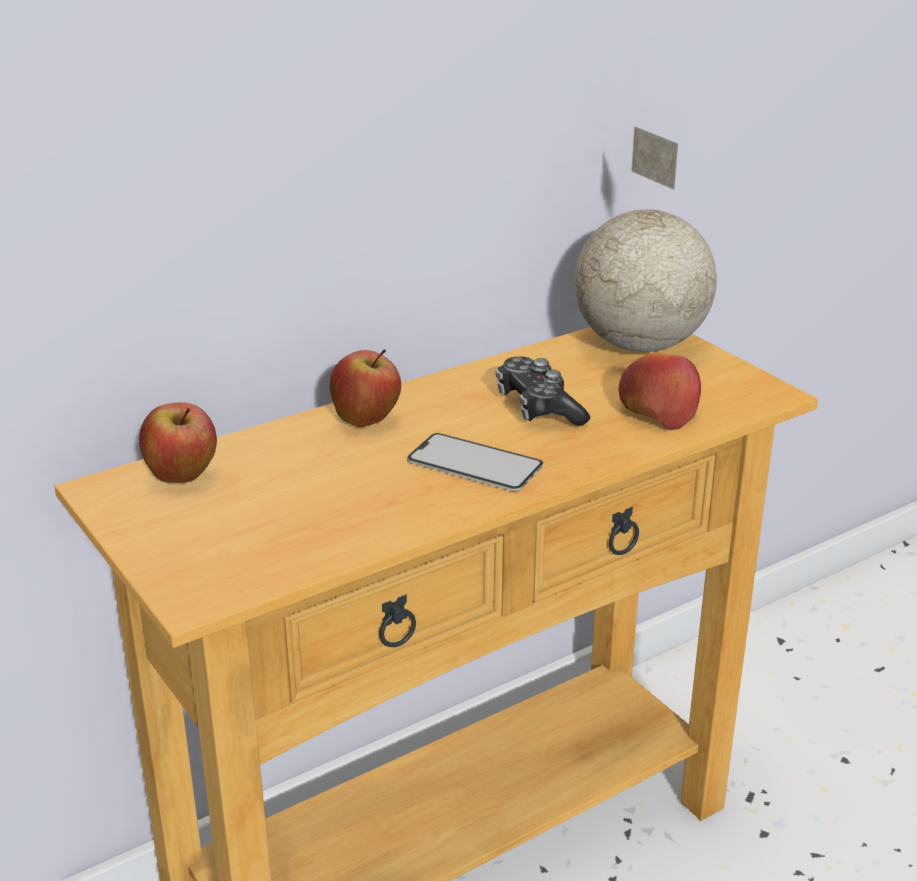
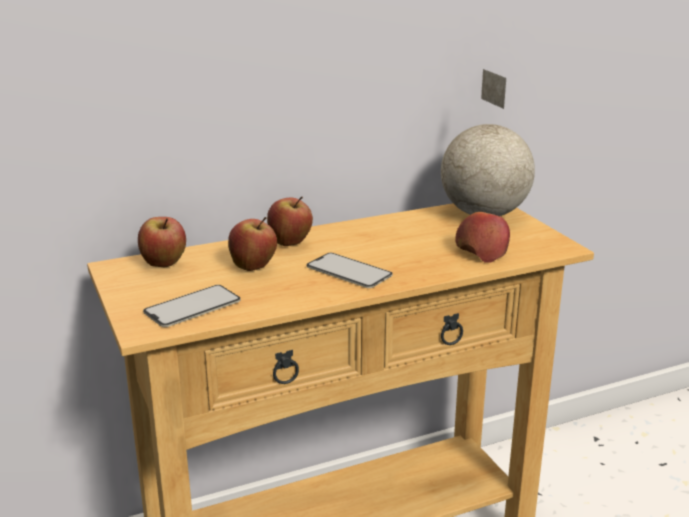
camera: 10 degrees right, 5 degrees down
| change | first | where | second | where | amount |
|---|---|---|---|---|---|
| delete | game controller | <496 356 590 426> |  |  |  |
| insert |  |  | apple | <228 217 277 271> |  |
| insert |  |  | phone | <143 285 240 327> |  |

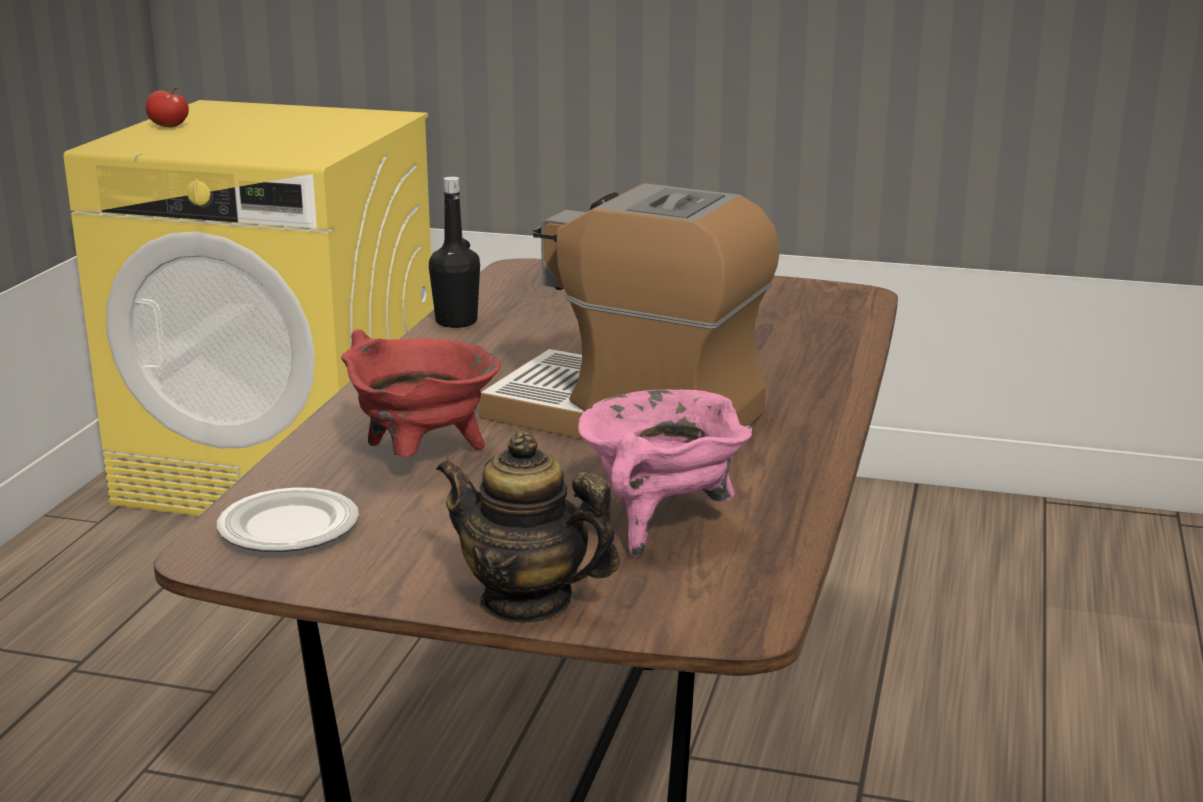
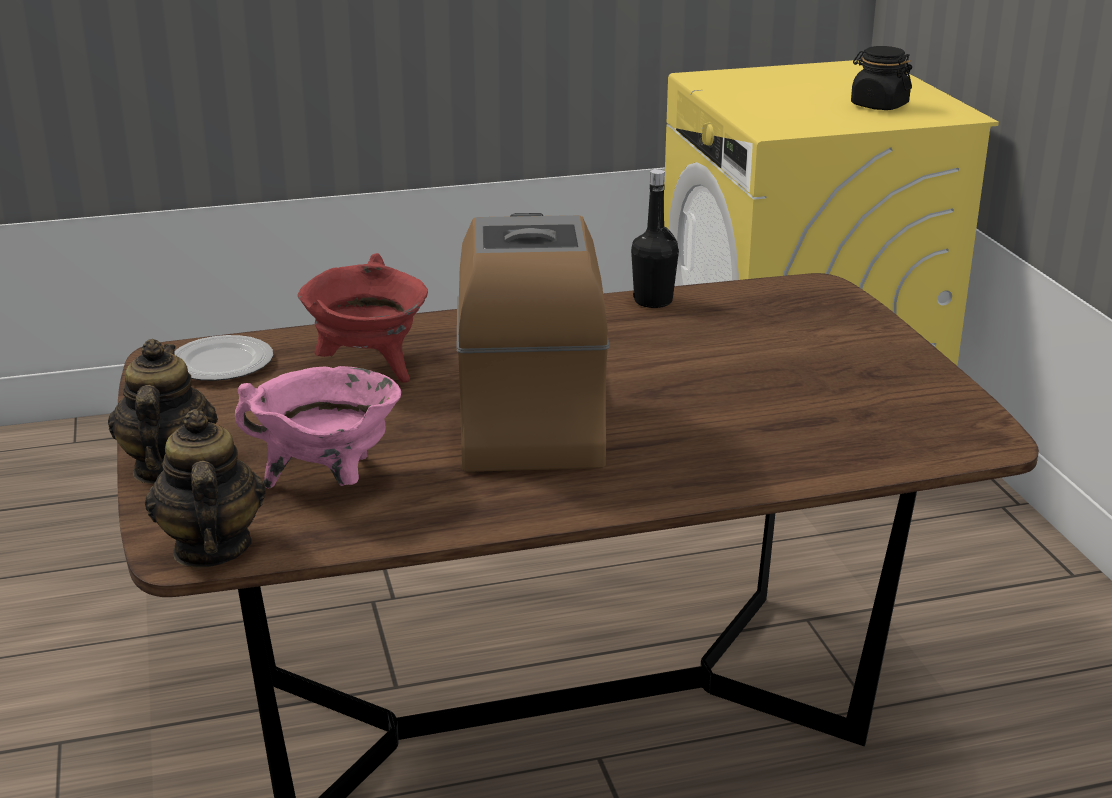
camera: 60 degrees right, 5 degrees up
| change | first | where | second | where | amount |
|---|---|---|---|---|---|
| delete | apple | <146 88 189 128> |  |  |  |
| insert |  |  | jar in black | <851 46 912 110> |  |
| insert |  |  | teapot | <145 409 266 568> |  |

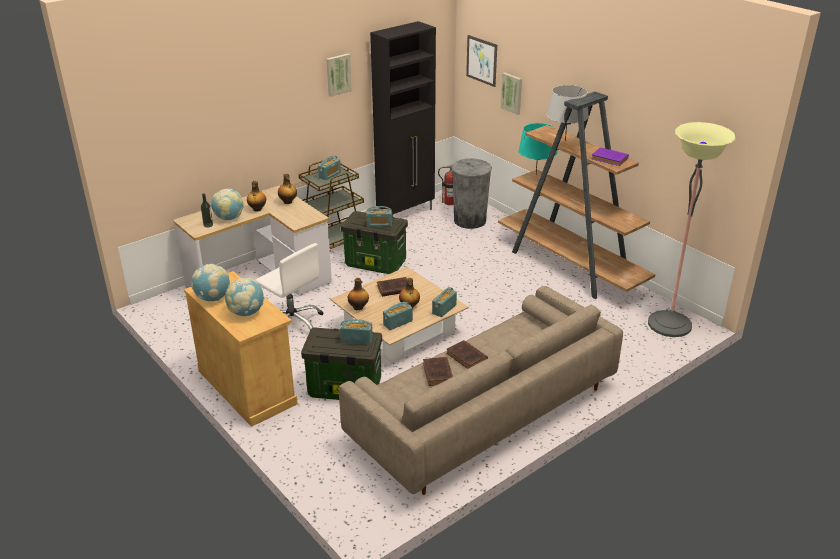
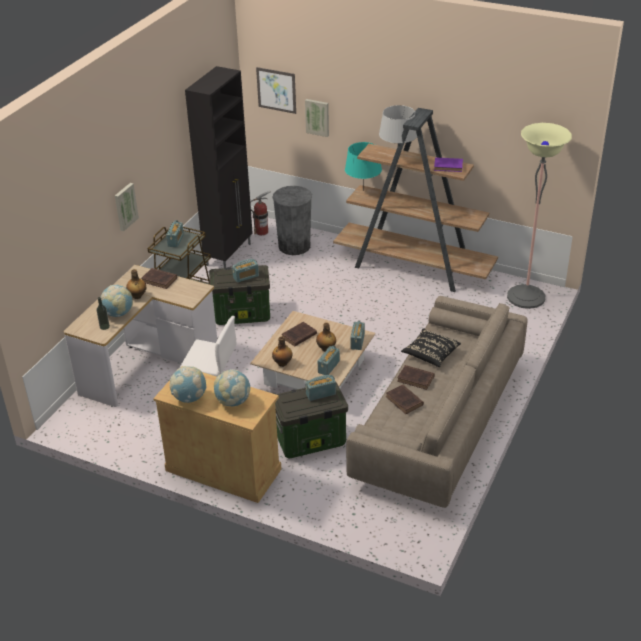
camera: 25 degrees left, 5 degrees up
| change | first | where | second | where | amount |
|---|---|---|---|---|---|
| move | picture | <326 54 352 97> |  | <115 183 139 231> |  |
| replace | bottle | <278 173 297 204> | book in brown | <141 268 177 289> |  |
| insert |  |  | pillow in black | <401 328 461 367> |  |

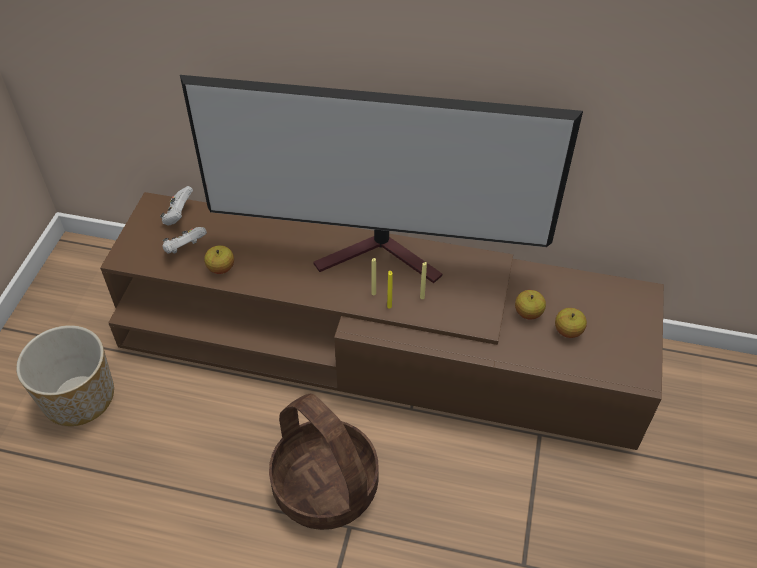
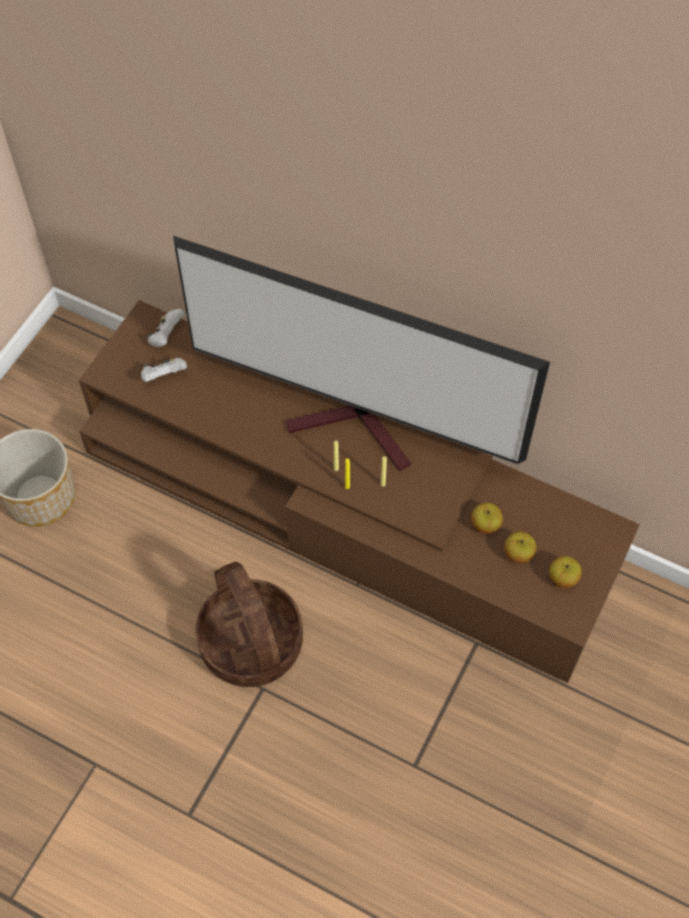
camera: 15 degrees right, 10 degrees up
| change | first | where | second | where | amount |
|---|---|---|---|---|---|
| move | apple | <204 245 234 274> |  | <549 556 582 588> |  |

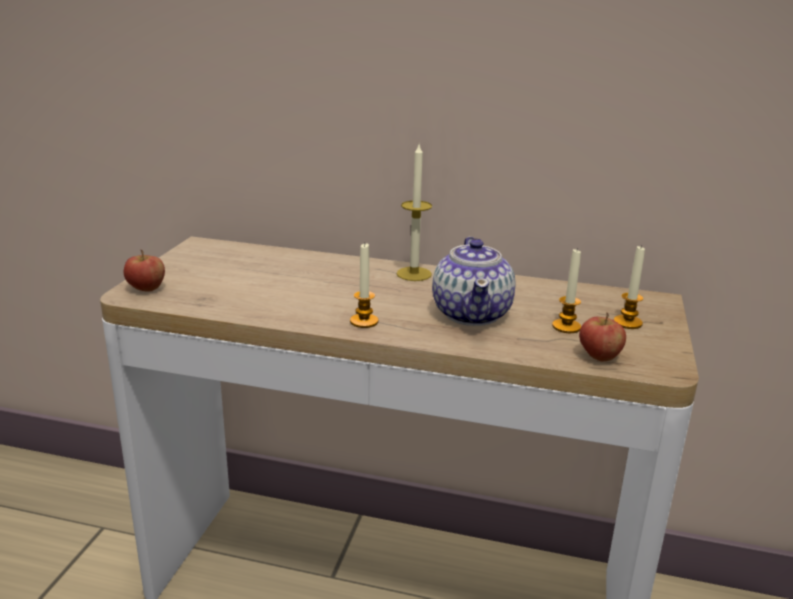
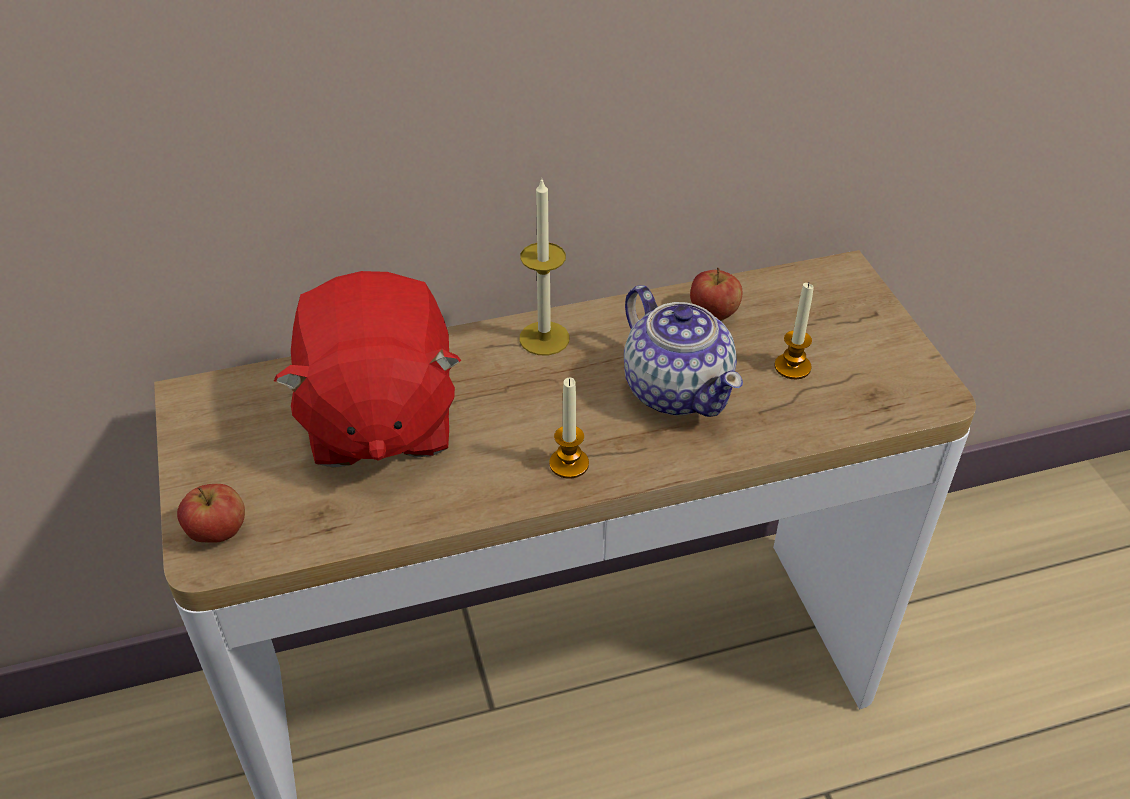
camera: 30 degrees left, 20 degrees up
| change | first | where | second | where | amount |
|---|---|---|---|---|---|
| delete | candle | <614 245 645 329> |  |  |  |
| move | apple | <579 312 626 361> |  | <690 267 742 320> |  |
| insert |  |  | plush toy in red | <274 271 461 467> |  |

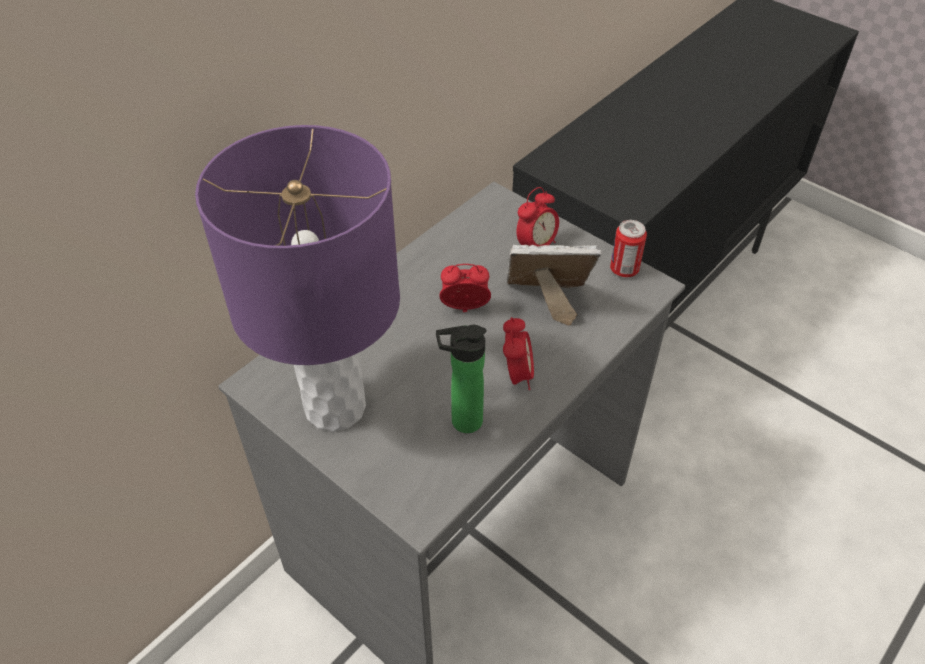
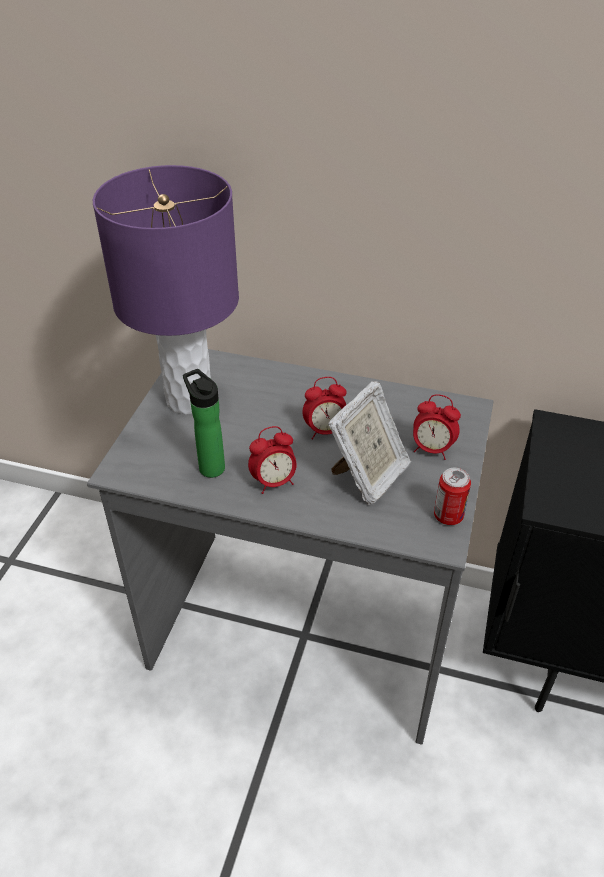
camera: 65 degrees right, 5 degrees down
| change | first | where | second | where | amount |
|---|---|---|---|---|---|
| rotate | picture frame | <507 245 602 326> |  | <328 381 411 505> | 60 degrees clockwise |
| rotate | alarm clock | <440 264 491 312> |  | <303 377 347 440> | 105 degrees clockwise |

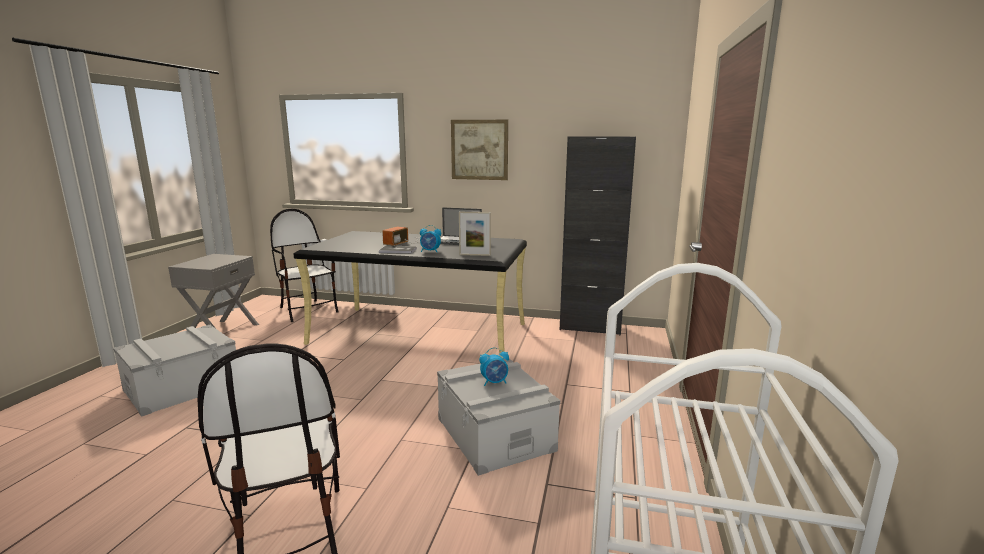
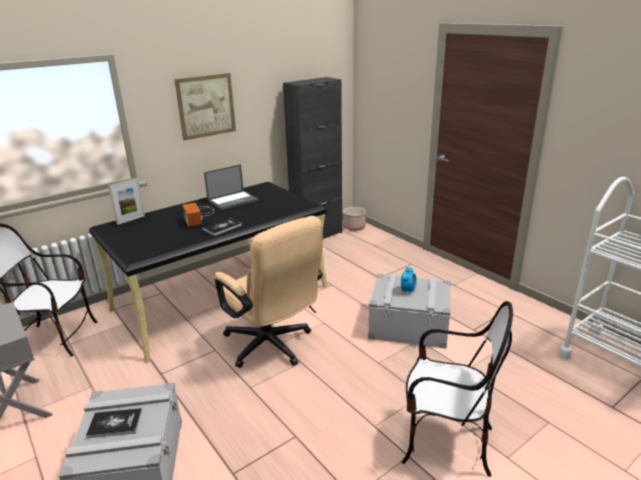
camera: 50 degrees left, 10 degrees up
| change | first | where | second | where | amount |
|---|---|---|---|---|---|
| move | picture frame | <459 212 491 256> |  | <109 178 145 225> |  |
| delete | alarm clock | <420 225 441 252> |  |  |  |
| insert |  |  | planter | <343 207 366 231> |  |
| insert |  |  | office chair in beige | <215 216 323 368> |  |
| insert |  |  | book | <86 408 142 438> |  |

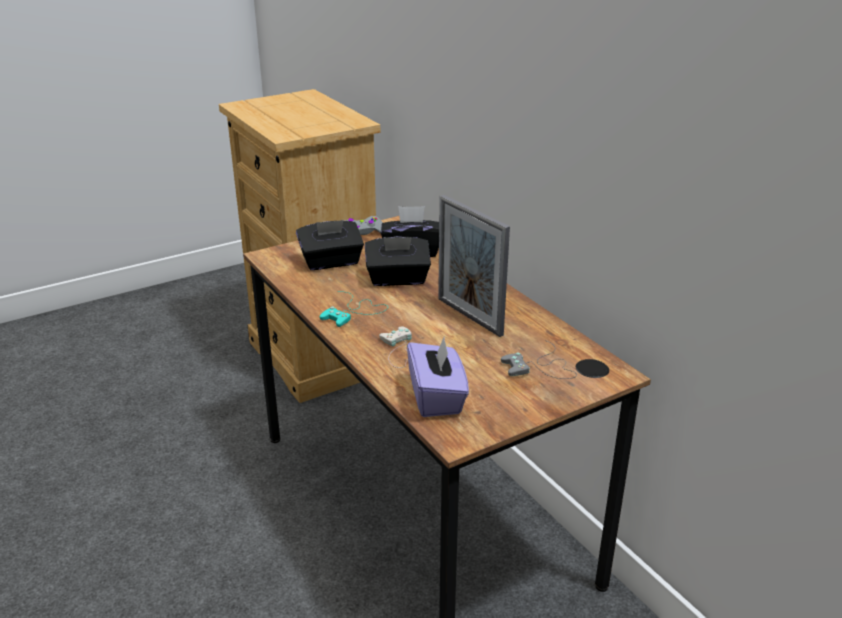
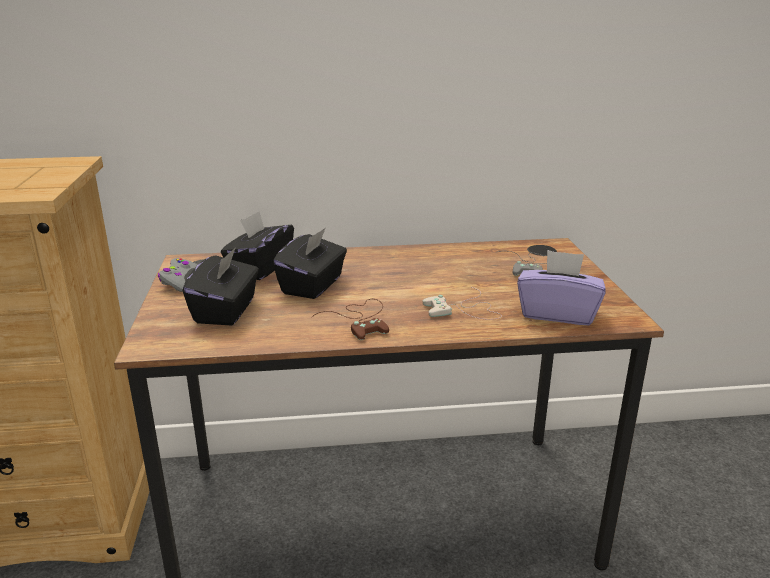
camera: 65 degrees left, 5 degrees down
| change | first | where | second | where | amount |
|---|---|---|---|---|---|
| delete | picture frame | <438 195 510 337> |  |  |  |
| recolor | game controller in turquoise | <320 292 388 327> | game controller in brown | <311 299 389 340> |  |

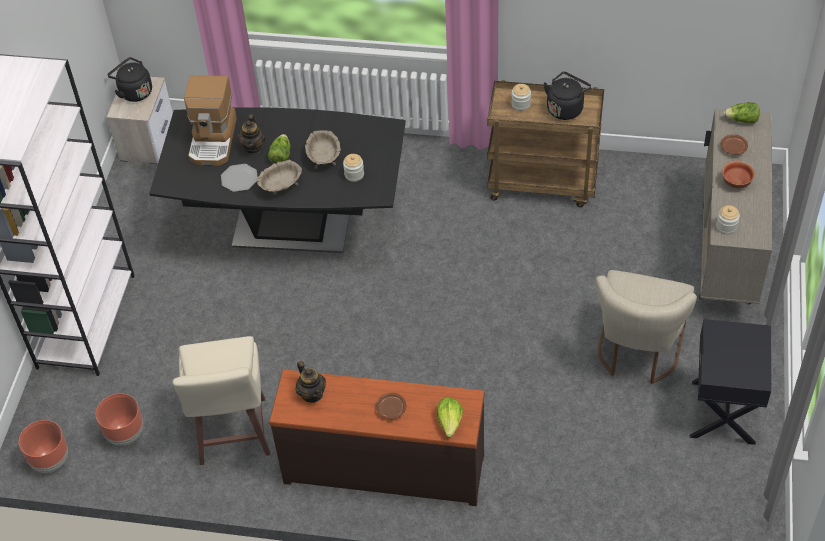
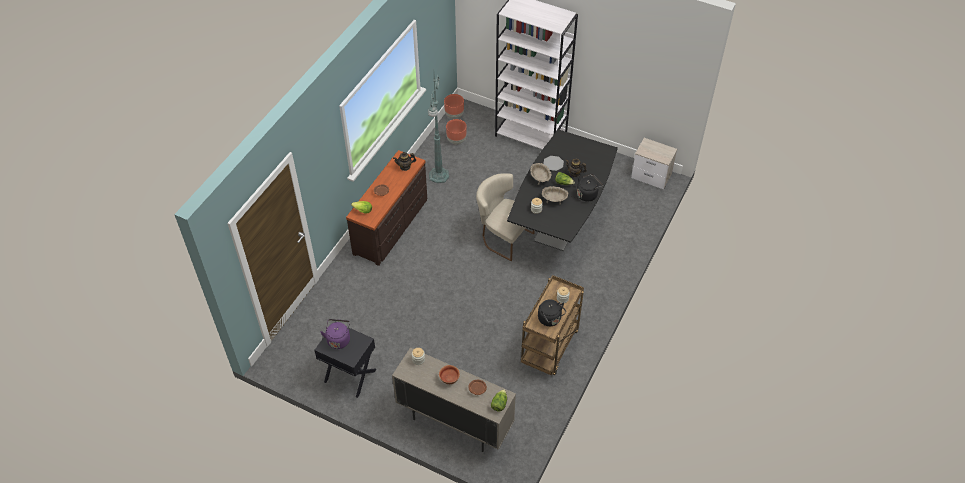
camera: 105 degrees right, 0 degrees up
| change | first | where | second | where | amount |
|---|---|---|---|---|---|
| move | kettle in black | <107 57 152 102> |  | <577 173 603 201> |  |
| delete | coffee machine | <184 75 237 166> |  |  |  |
| move | chair in beige | <596 270 697 384> |  | <476 173 535 261> |  |
| replace | stool in beige | <173 336 270 465> | floor lamp in green | <428 75 449 183> |  |
| insert |  |  | kettle in purple | <320 319 350 349> |  |

